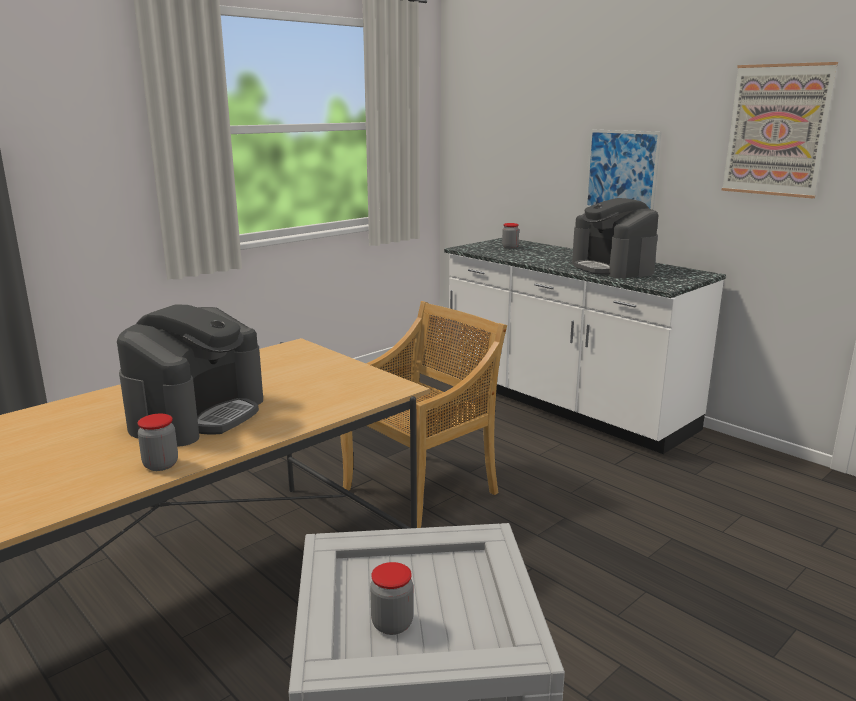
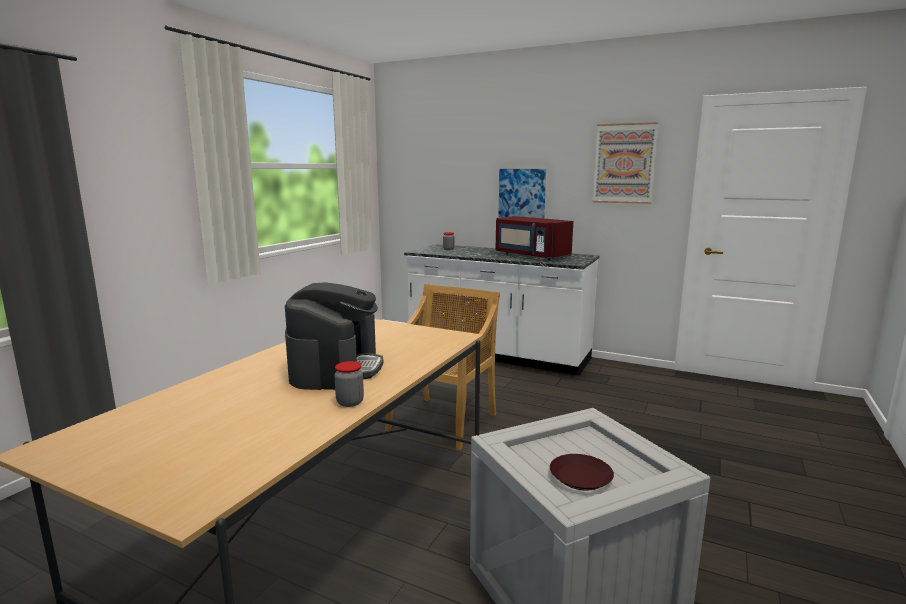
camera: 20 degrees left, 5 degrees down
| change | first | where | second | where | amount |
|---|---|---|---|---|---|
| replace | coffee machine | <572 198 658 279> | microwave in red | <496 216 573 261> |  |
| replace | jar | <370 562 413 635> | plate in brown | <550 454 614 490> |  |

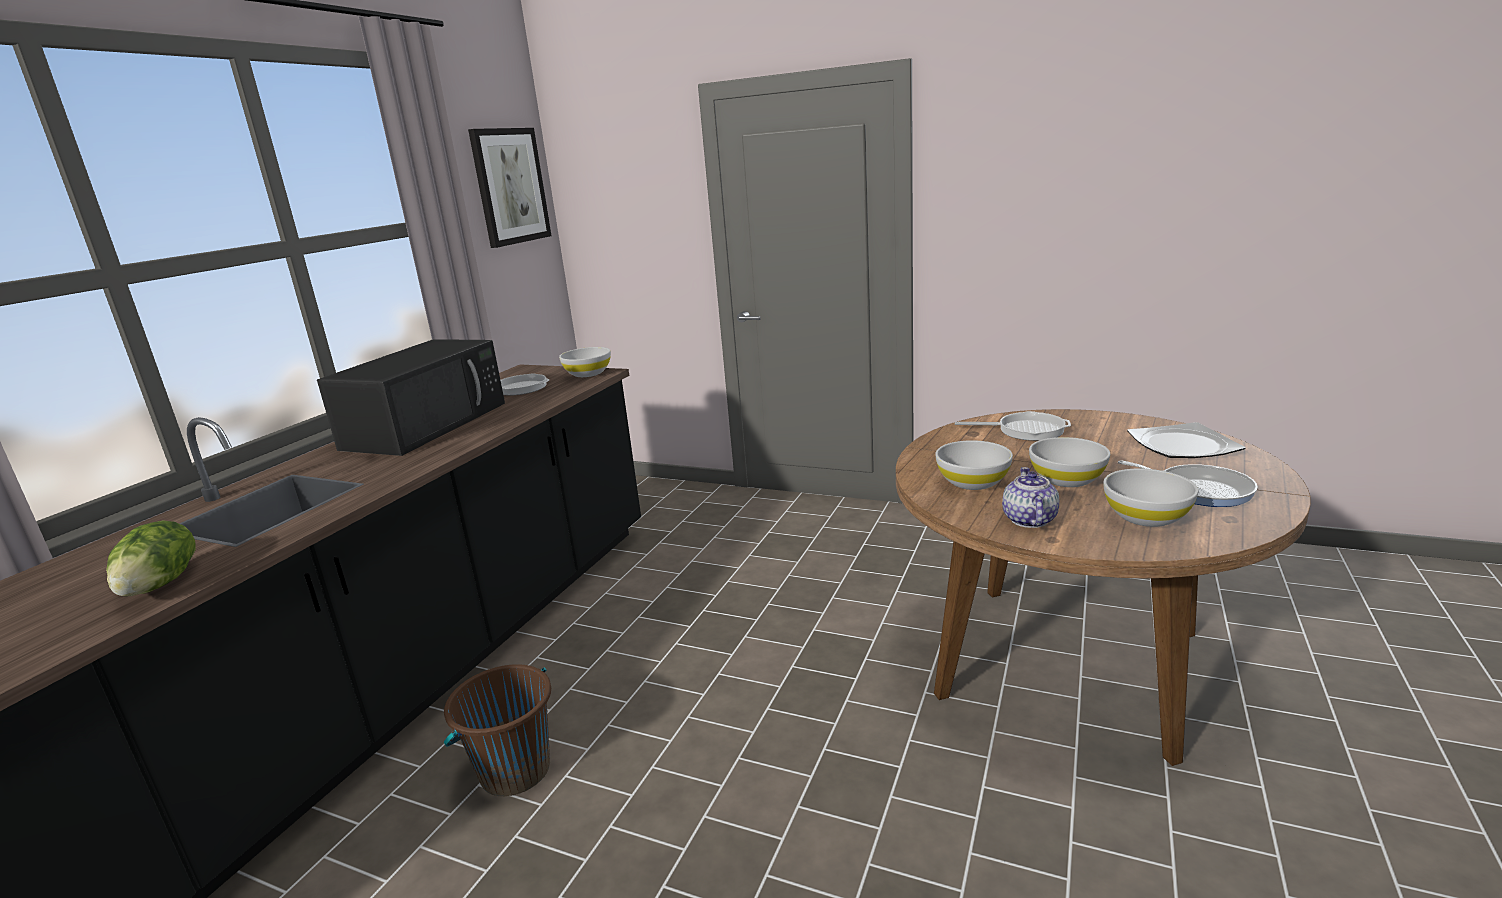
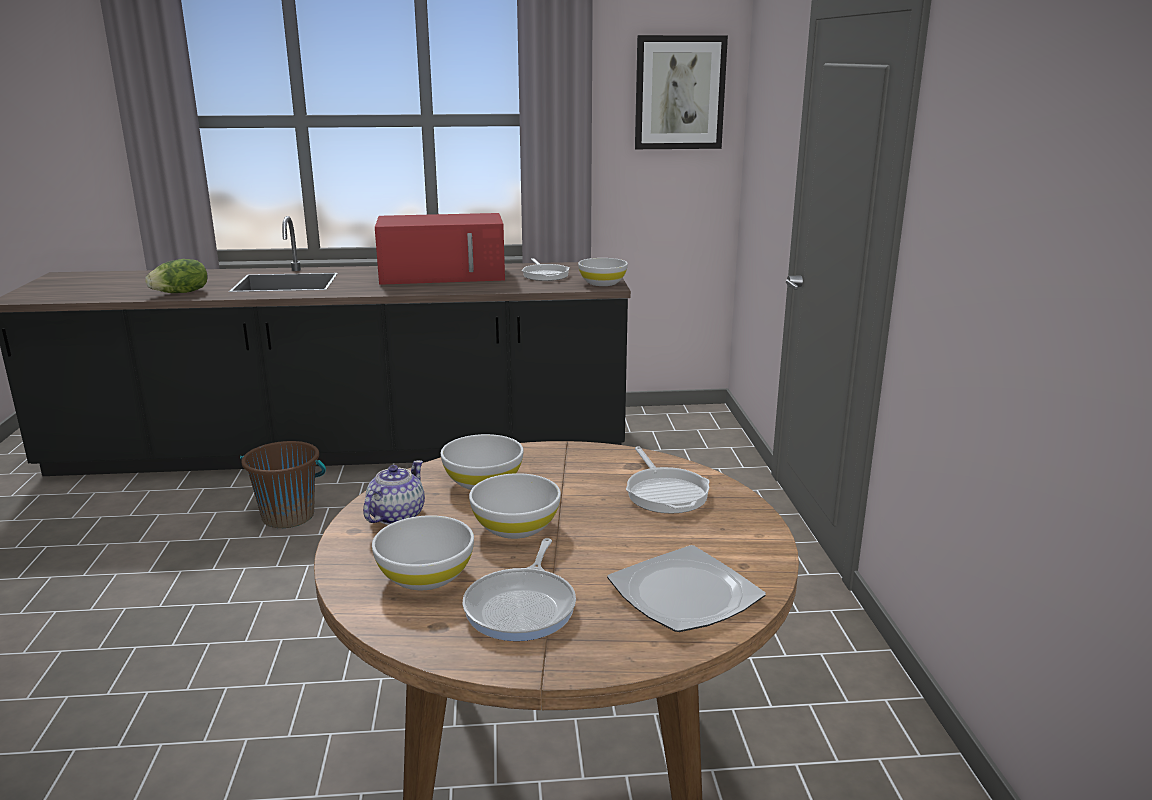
camera: 60 degrees right, 0 degrees up
| change | first | where | second | where | amount |
|---|---|---|---|---|---|
| recolor | microwave in black | <317 339 505 456> | microwave in red | <375 213 505 285> |  |
| rotate | teapot | <1002 467 1059 528> |  | <363 460 425 525> | 45 degrees counterclockwise |

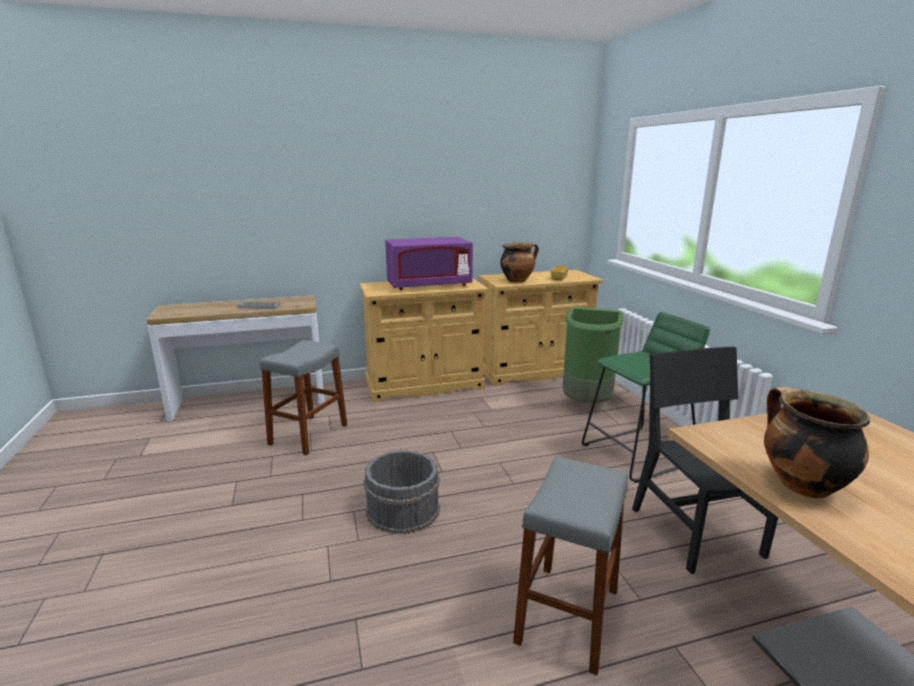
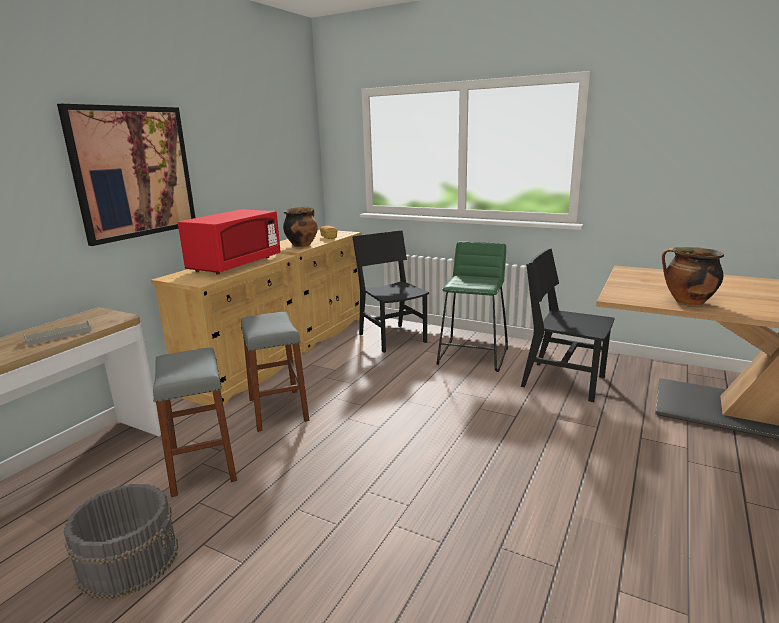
camera: 45 degrees left, 0 degrees up
| change | first | where | second | where | amount |
|---|---|---|---|---|---|
| recolor | microwave in purple | <385 237 473 290> | microwave in red | <178 209 281 275> |  |
| replace | trash can in green | <563 307 623 403> | chair in black | <352 230 429 353> |  |
| move | bucket in grey | <364 450 440 534> |  | <63 484 178 599> |  |
| move | stool in grey | <513 457 628 675> |  | <241 312 309 432> |  |
| insert |  |  | picture | <57 104 195 246> |  |

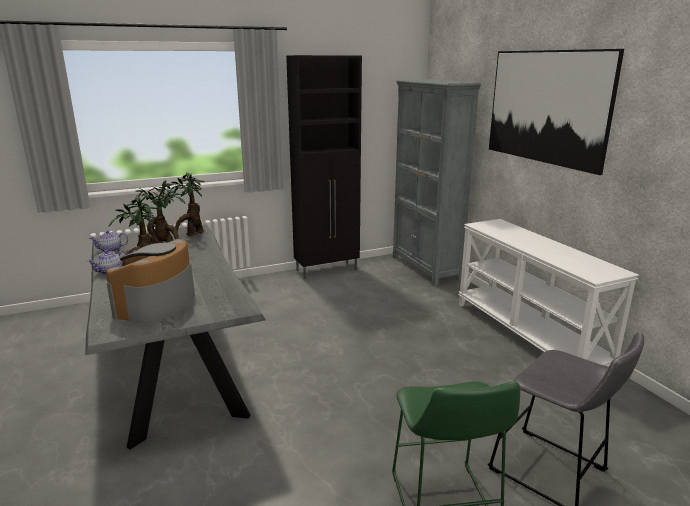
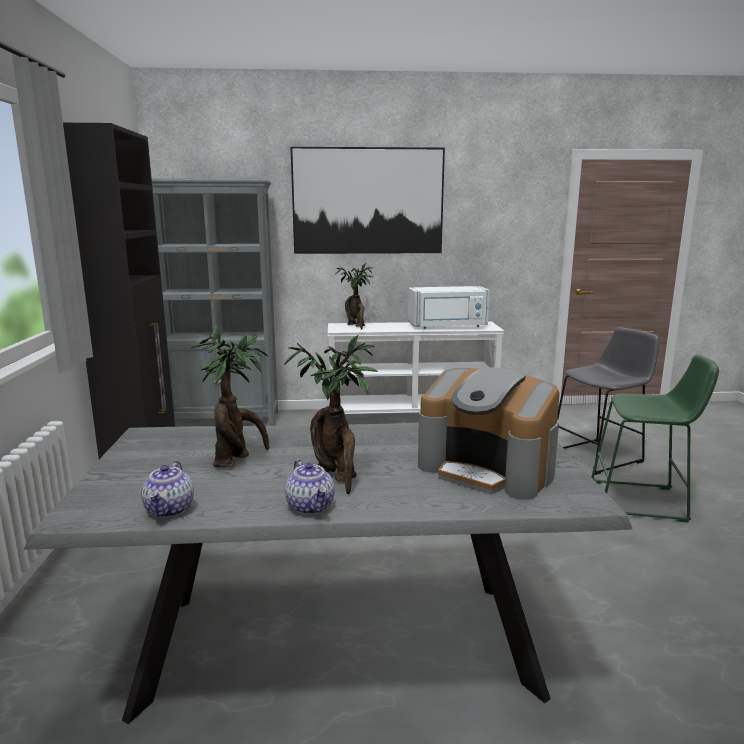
camera: 70 degrees left, 5 degrees down
| change | first | where | second | where | amount |
|---|---|---|---|---|---|
| move | potted plant | <167 172 204 236> |  | <335 263 373 330> |  |
| insert |  |  | microwave in white | <408 286 490 329> |  |

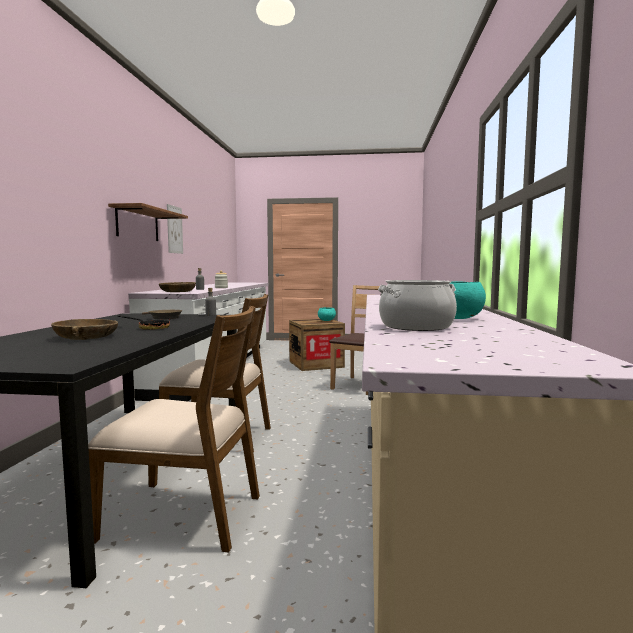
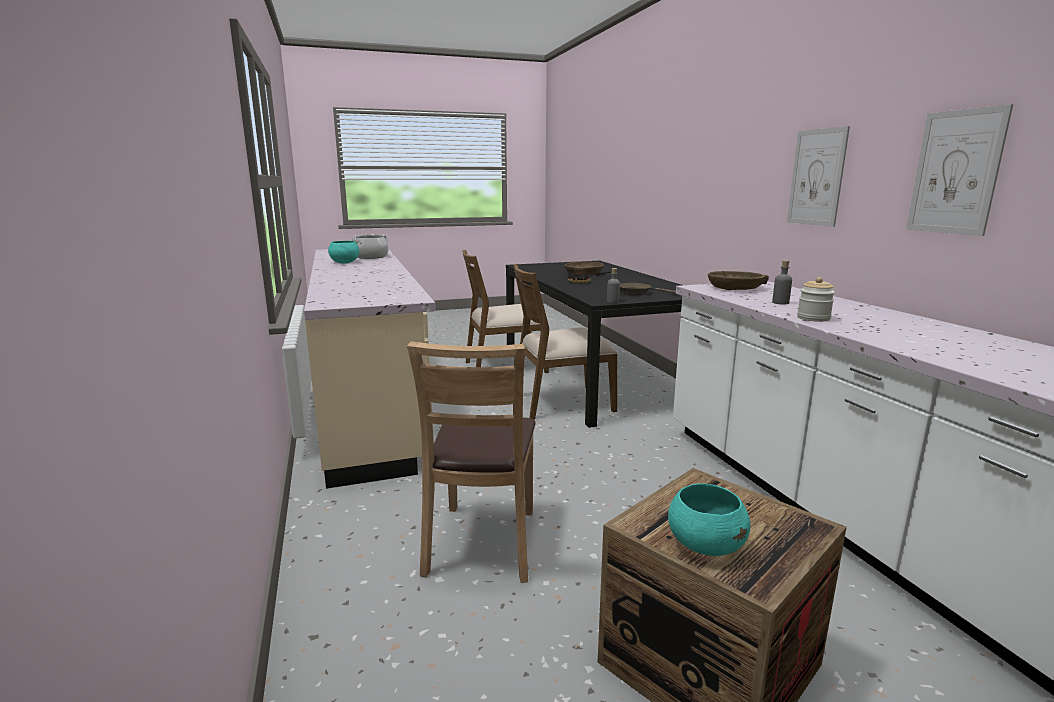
camera: 155 degrees right, 10 degrees up
| change | first | where | second | where | amount |
|---|---|---|---|---|---|
| replace | shelf | <108 203 188 241> | picture | <787 126 850 227> |  |

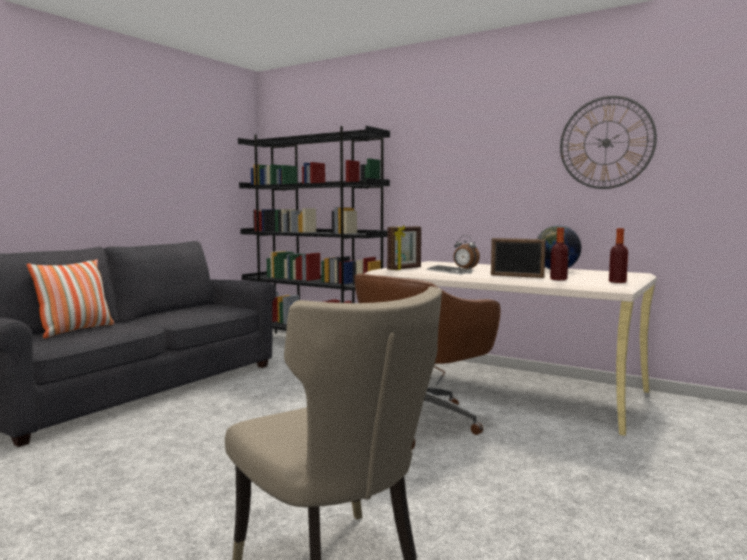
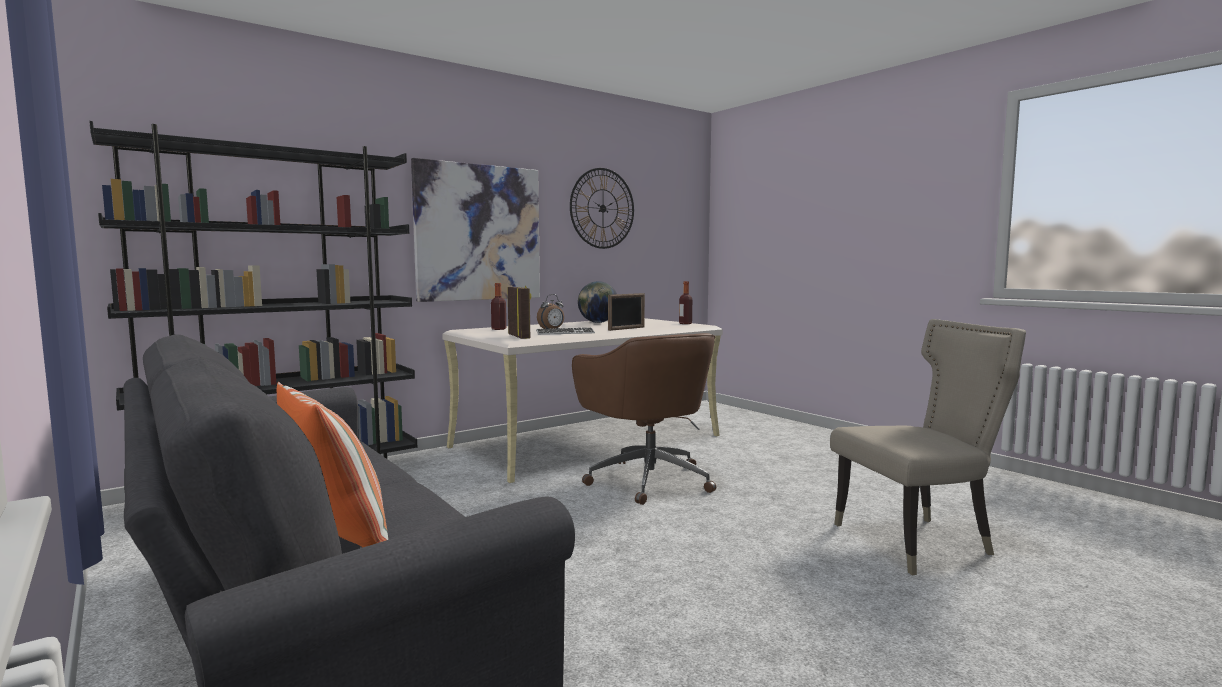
camera: 70 degrees left, 0 degrees up
| change | first | where | second | where | amount |
|---|---|---|---|---|---|
| move | bottle | <550 227 569 281> |  | <491 283 506 330> |  |
| insert |  |  | picture | <411 158 540 302> |  |

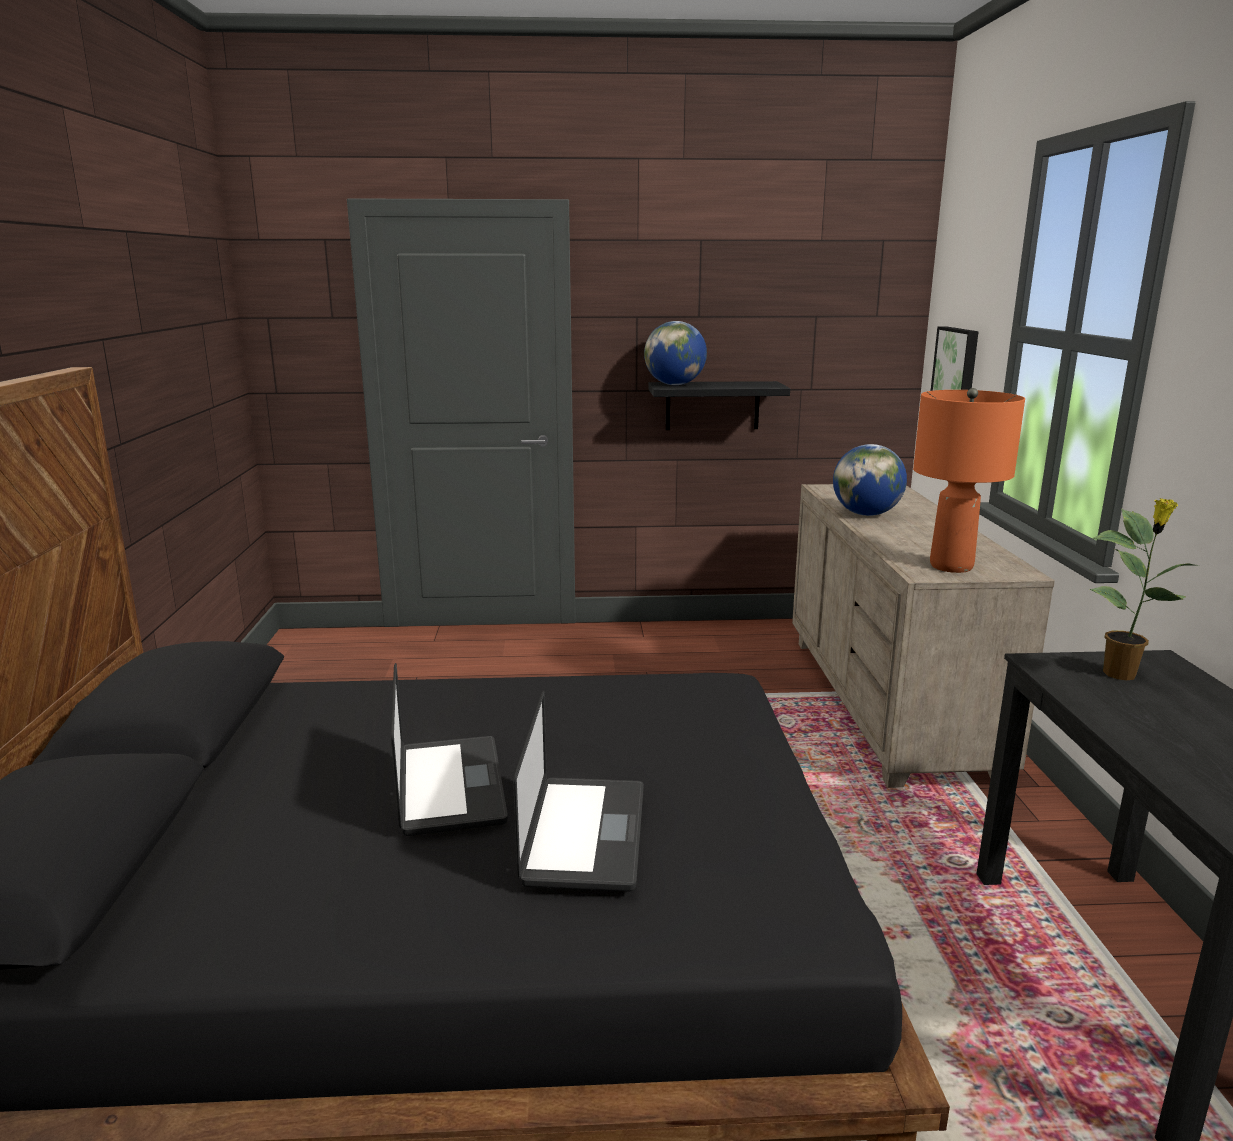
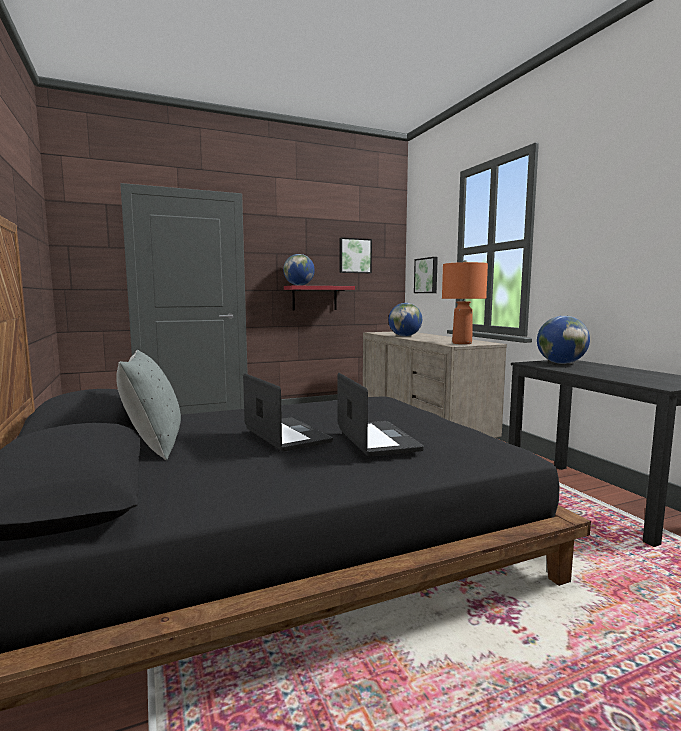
camera: 20 degrees left, 10 degrees down
| change | first | where | second | where | amount |
|---|---|---|---|---|---|
| recolor | shelf in black | <648 381 790 430> | shelf in red | <284 286 355 310> |  |
| replace | potted plant | <1090 498 1196 680> | globe | <537 316 590 364> |  |
| insert |  |  | picture | <339 237 372 273> |  |
| insert |  |  | pillow in grey | <116 350 181 460> |  |

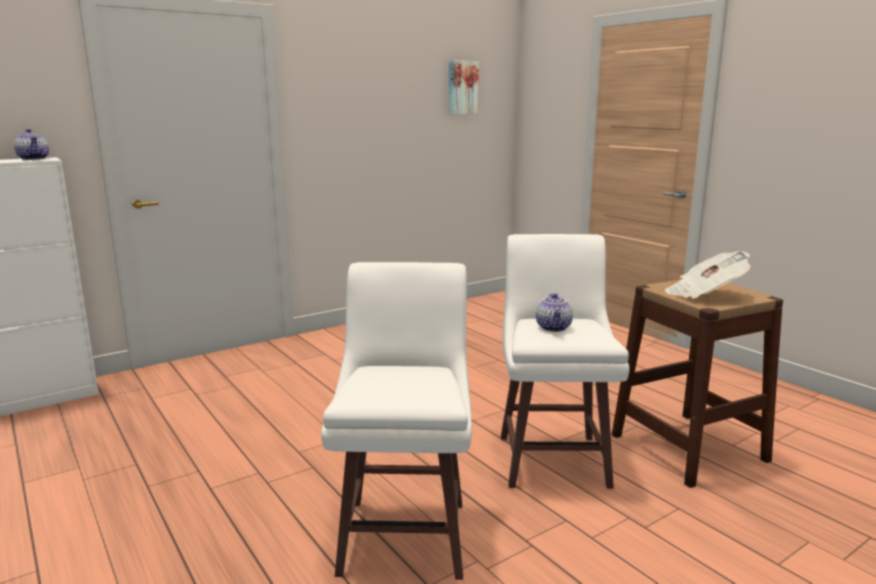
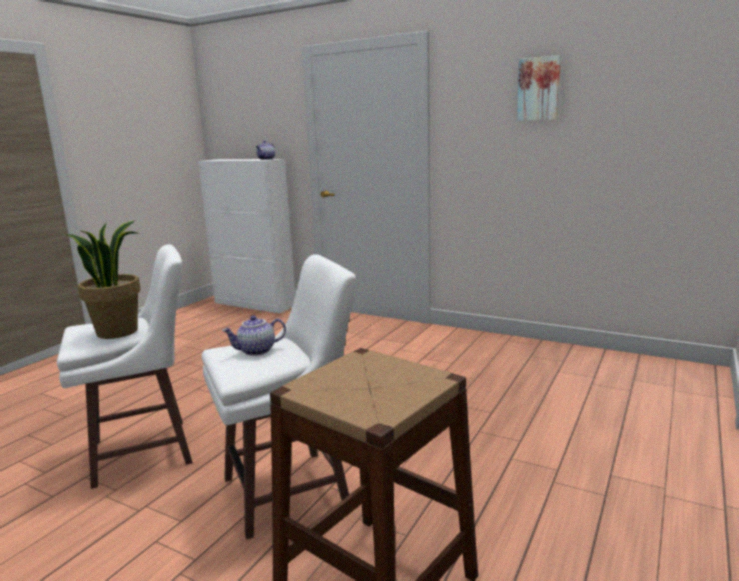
camera: 65 degrees right, 0 degrees up
| change | first | where | second | where | amount |
|---|---|---|---|---|---|
| move | picture | <449 60 479 114> |  | <517 55 561 121> |  |
| delete | newspaper | <665 251 750 299> |  |  |  |
| insert |  |  | potted plant | <65 221 141 339> |  |

